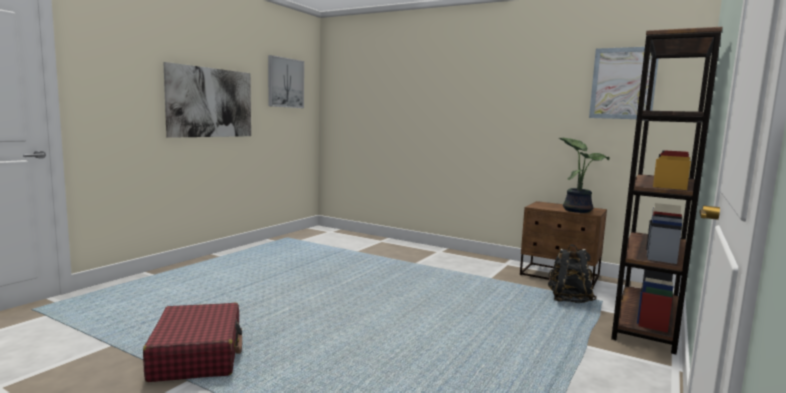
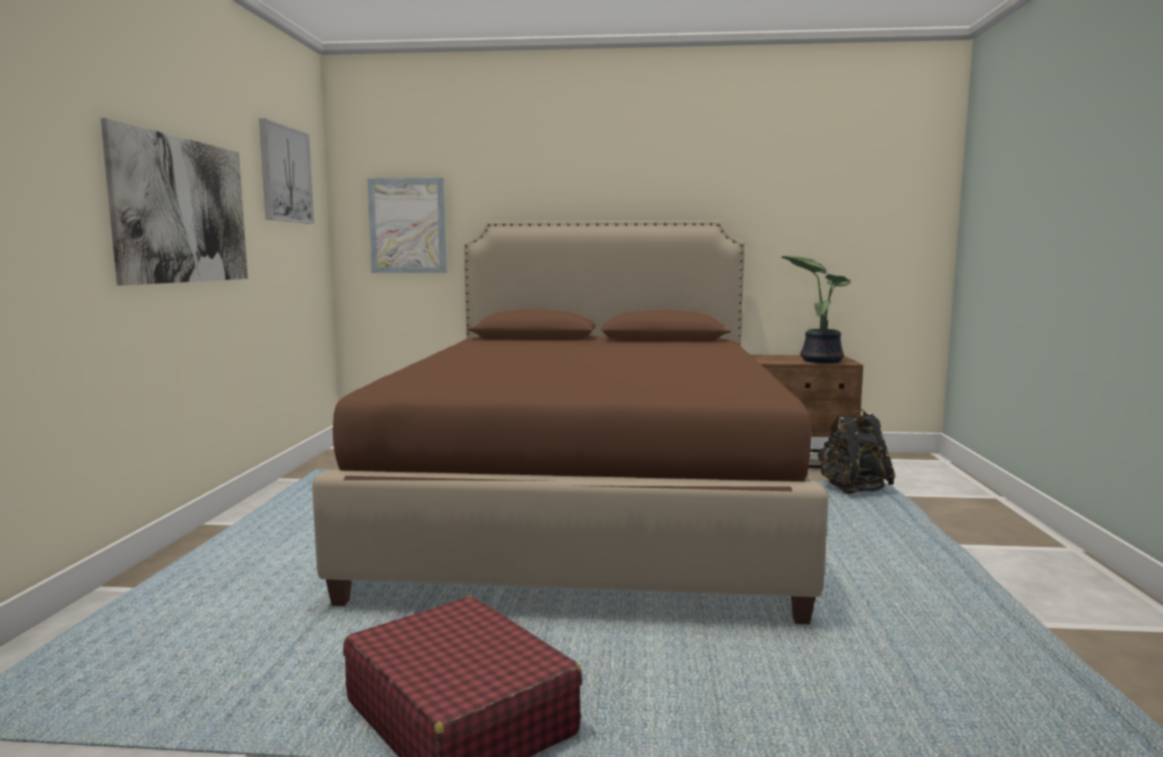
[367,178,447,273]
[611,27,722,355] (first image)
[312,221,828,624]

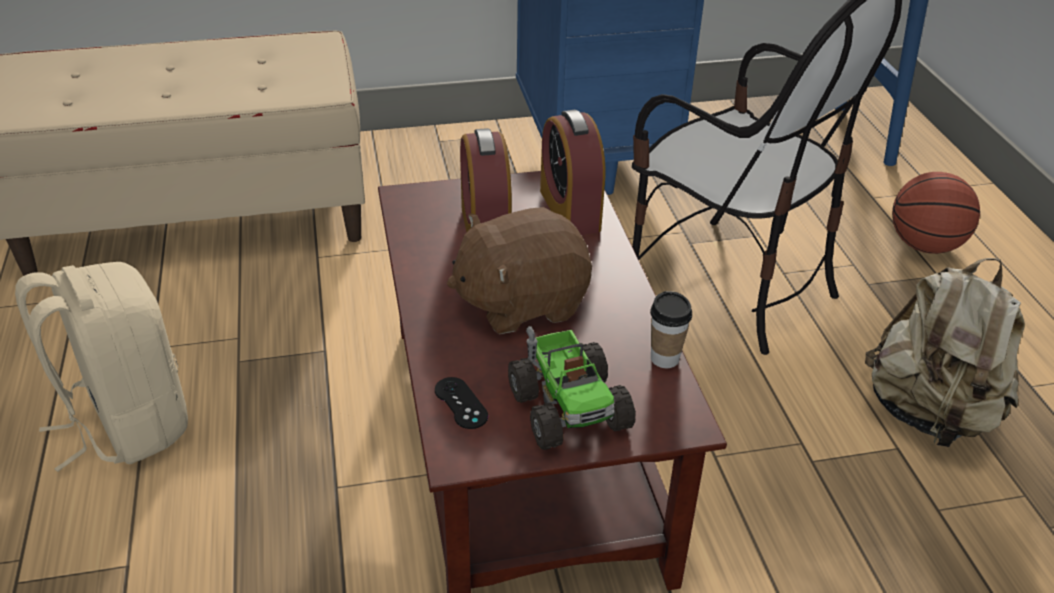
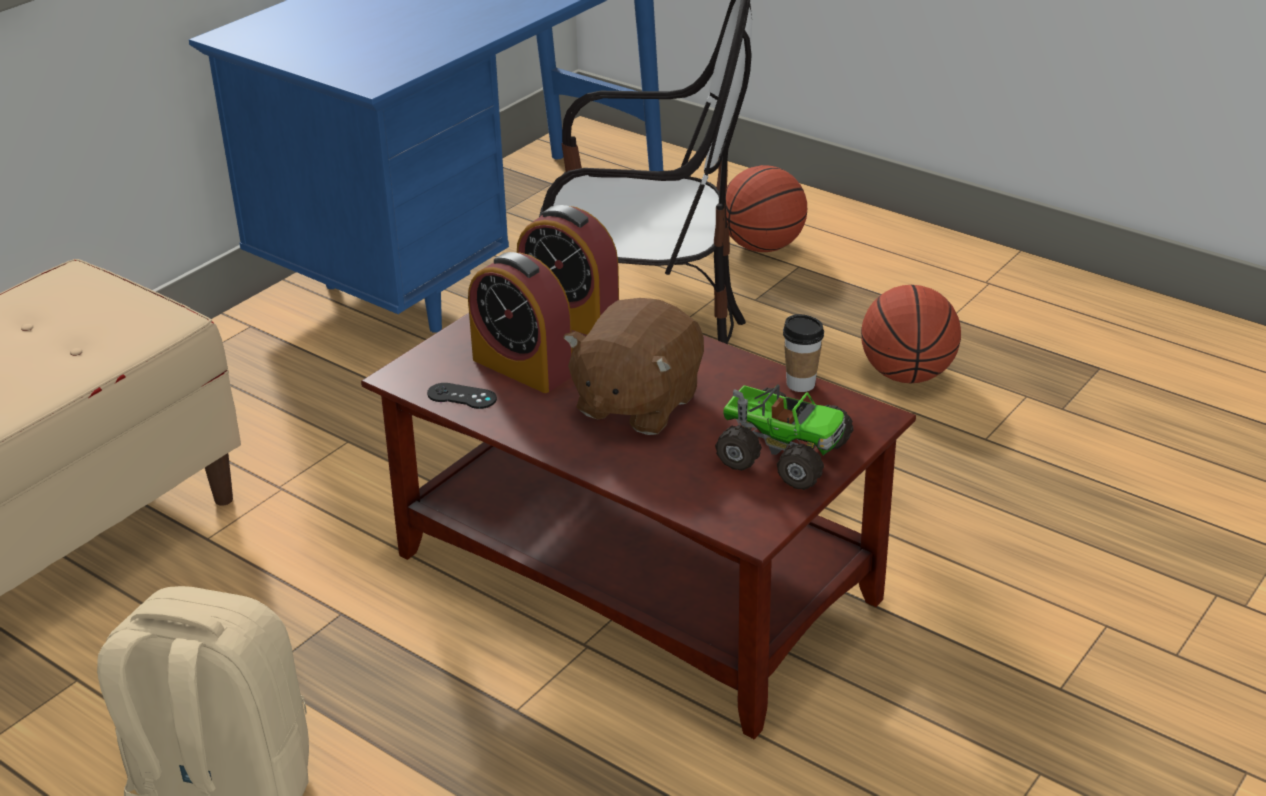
[427,383,497,409]
[861,285,961,383]

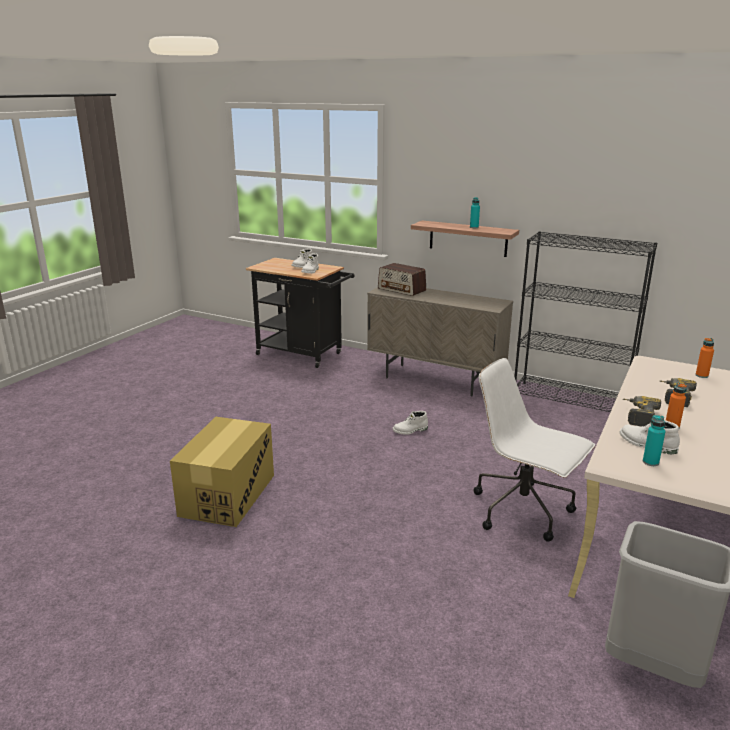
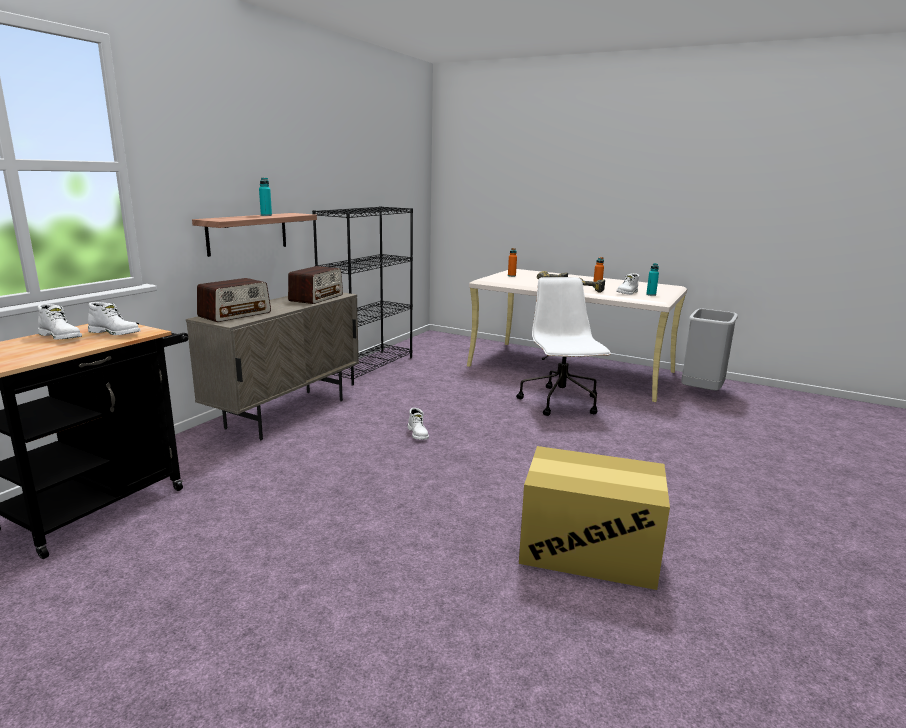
[516,277,611,416]
[288,266,343,304]

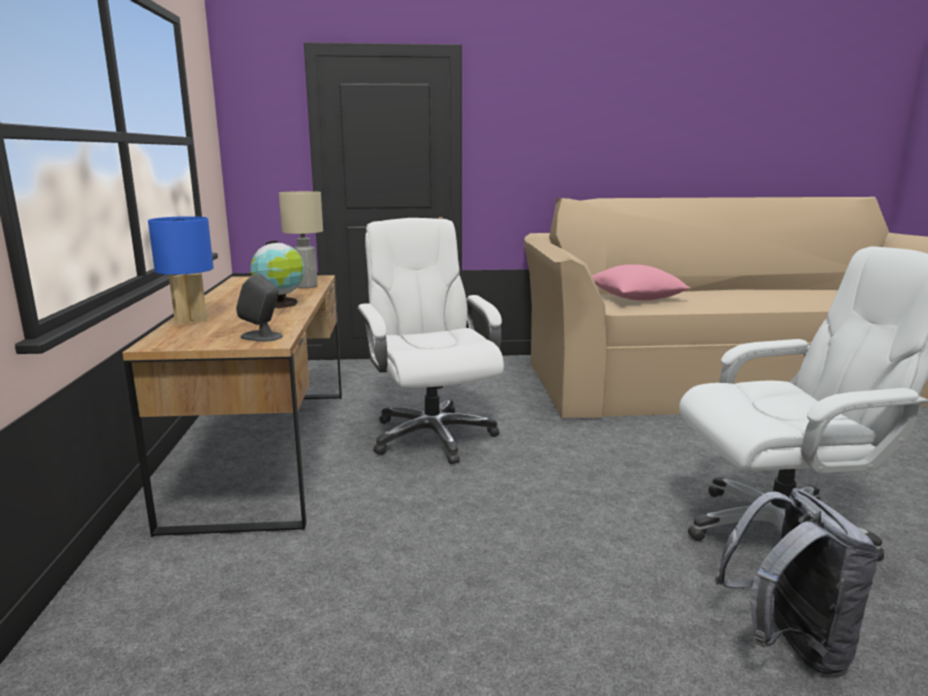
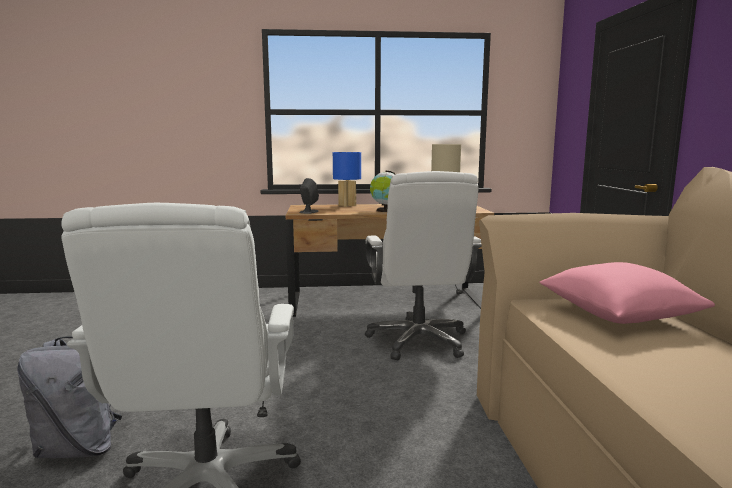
[365,171,482,360]

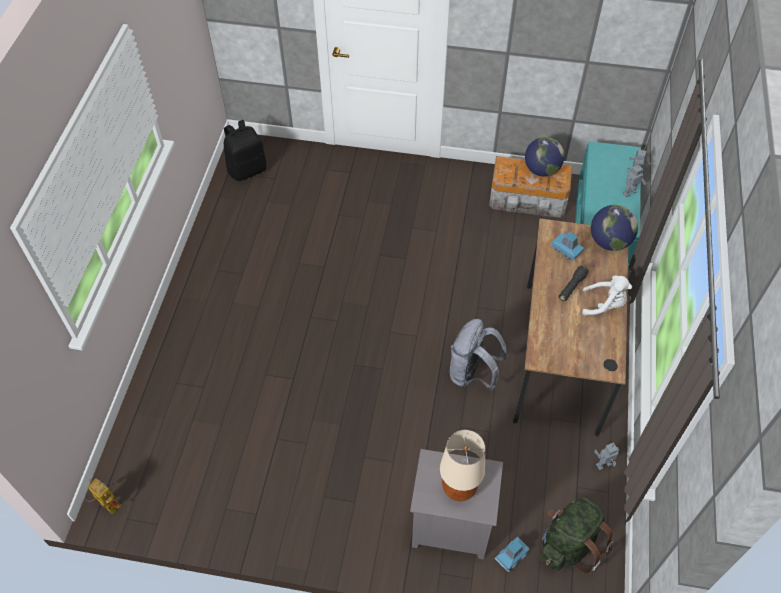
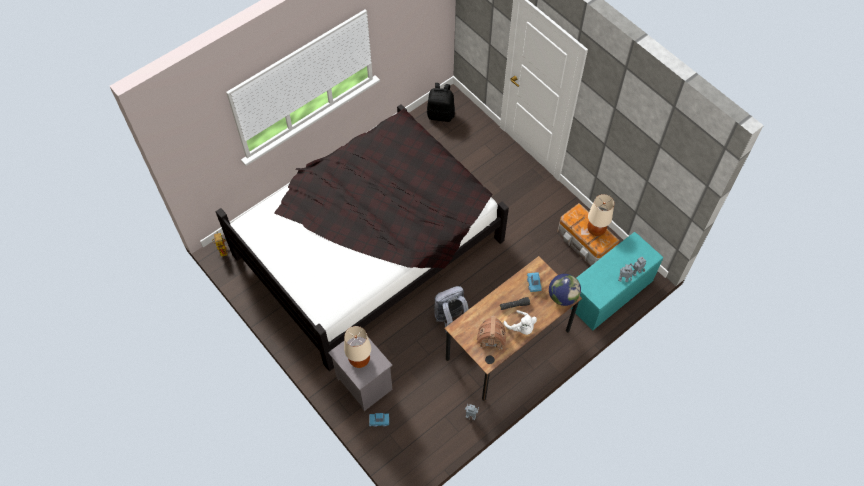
[588,194,615,236]
[540,497,614,574] (first image)
[216,104,509,371]
[477,316,506,350]

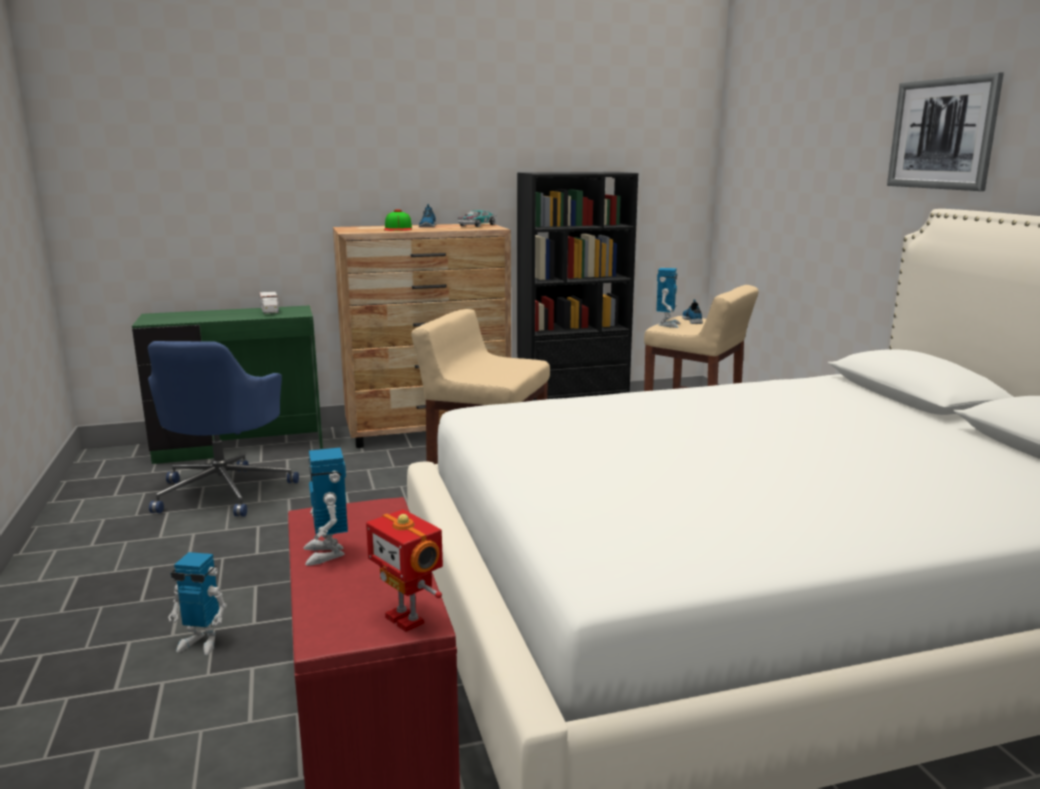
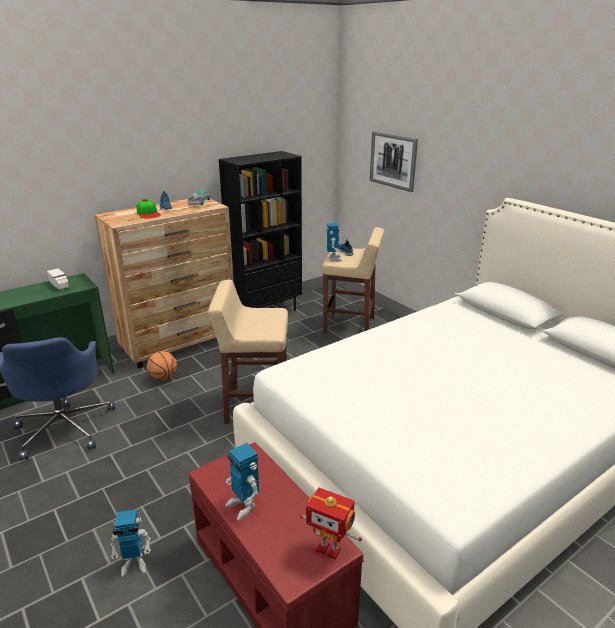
[370,131,418,192]
[147,351,177,380]

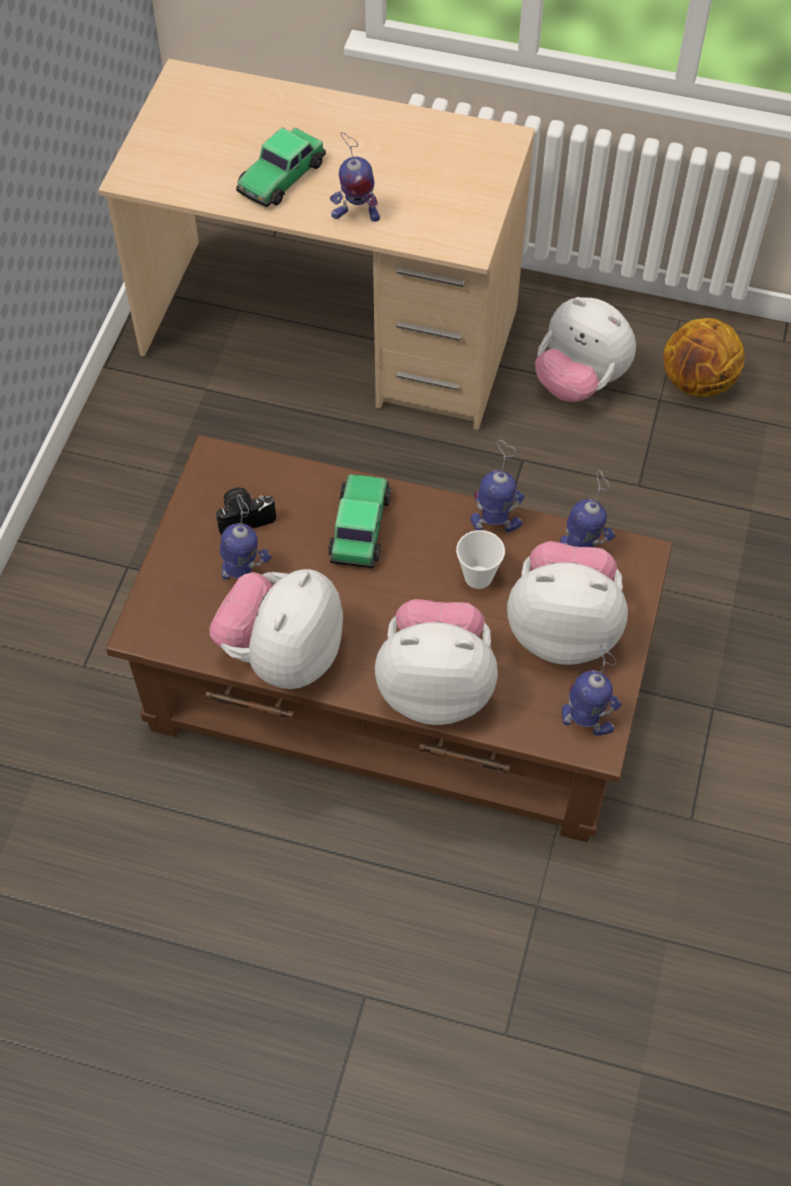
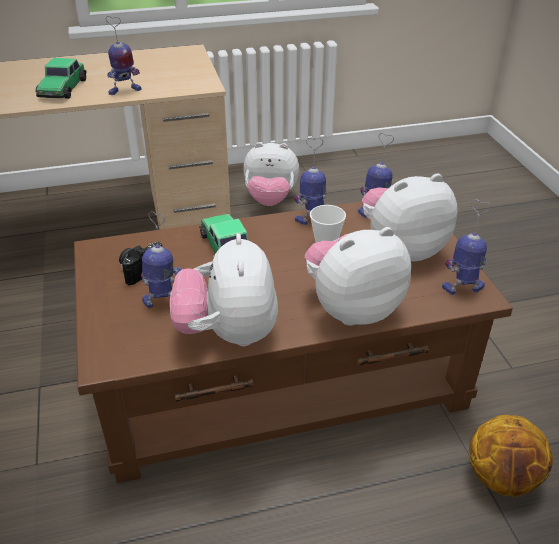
[469,415,553,497]

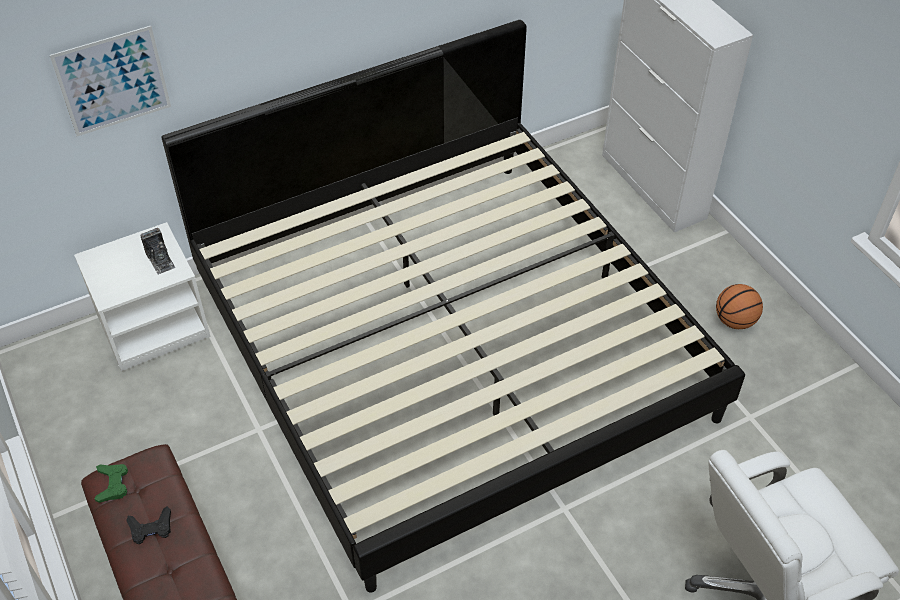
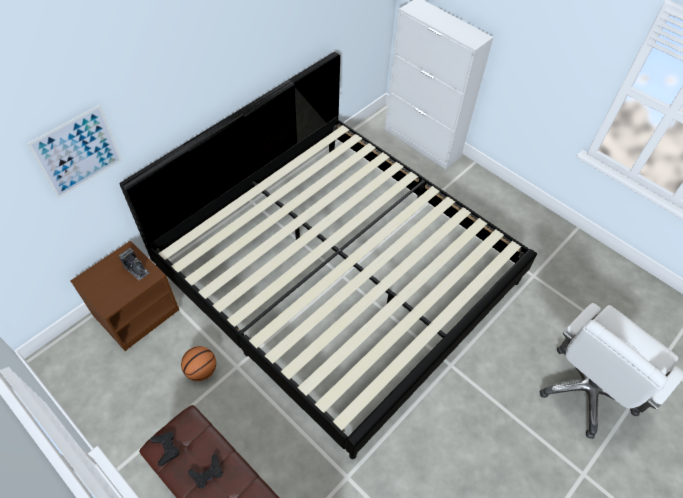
[71,241,179,351]
[150,432,179,466]
[181,346,216,381]

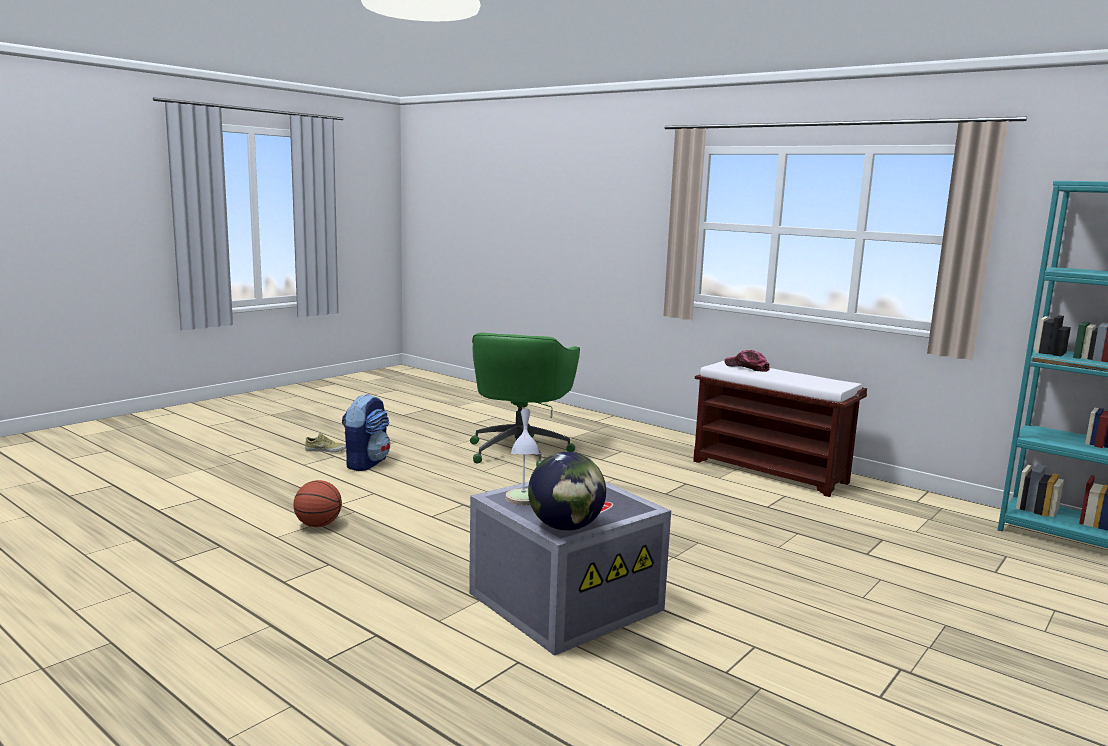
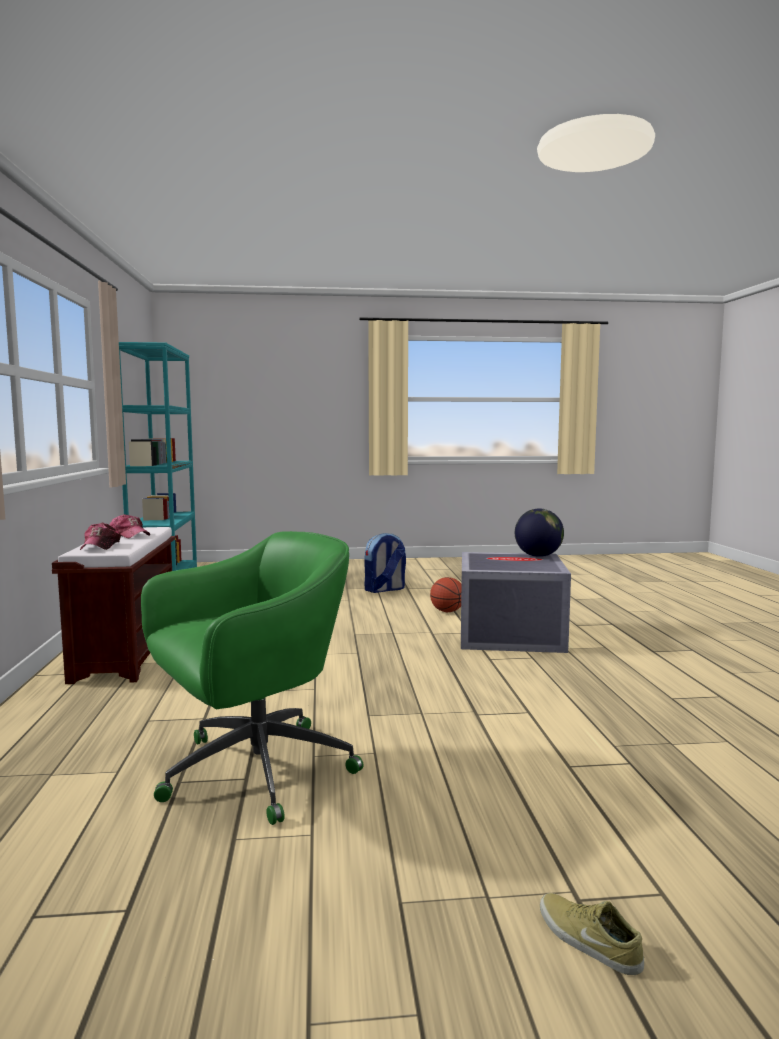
[430,577,461,612]
[364,533,406,593]
[505,409,539,505] (first image)
[109,514,150,538]

